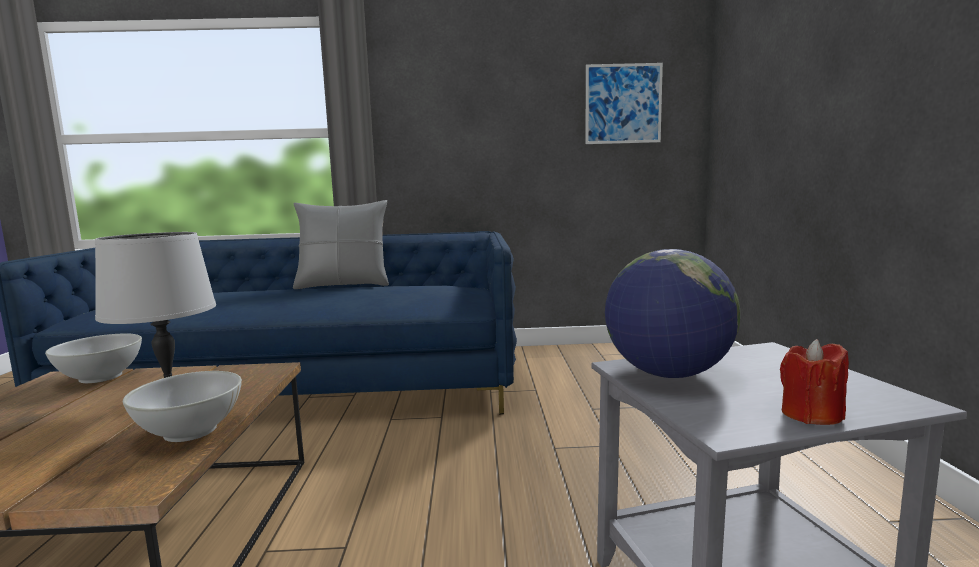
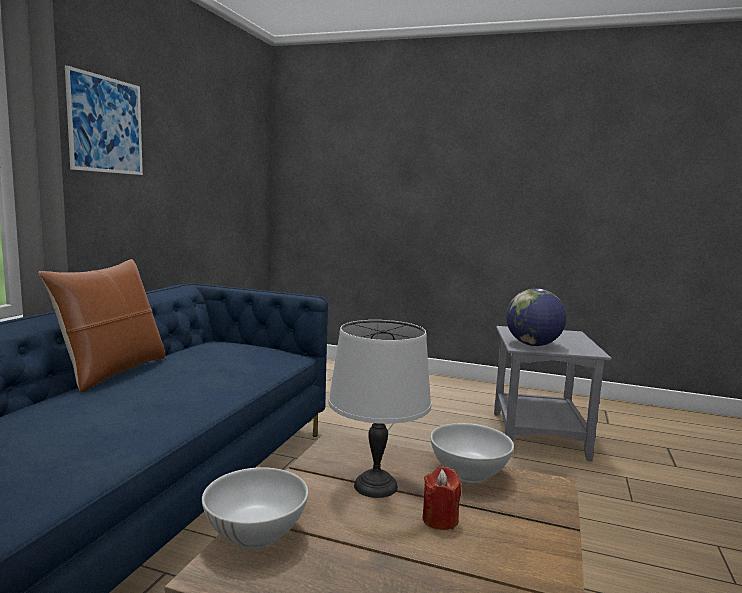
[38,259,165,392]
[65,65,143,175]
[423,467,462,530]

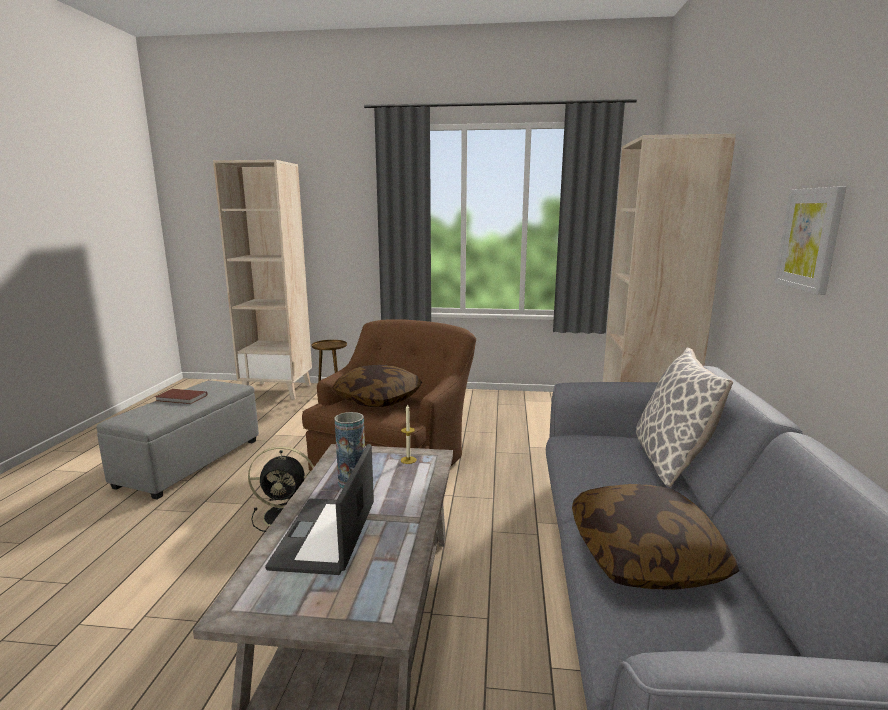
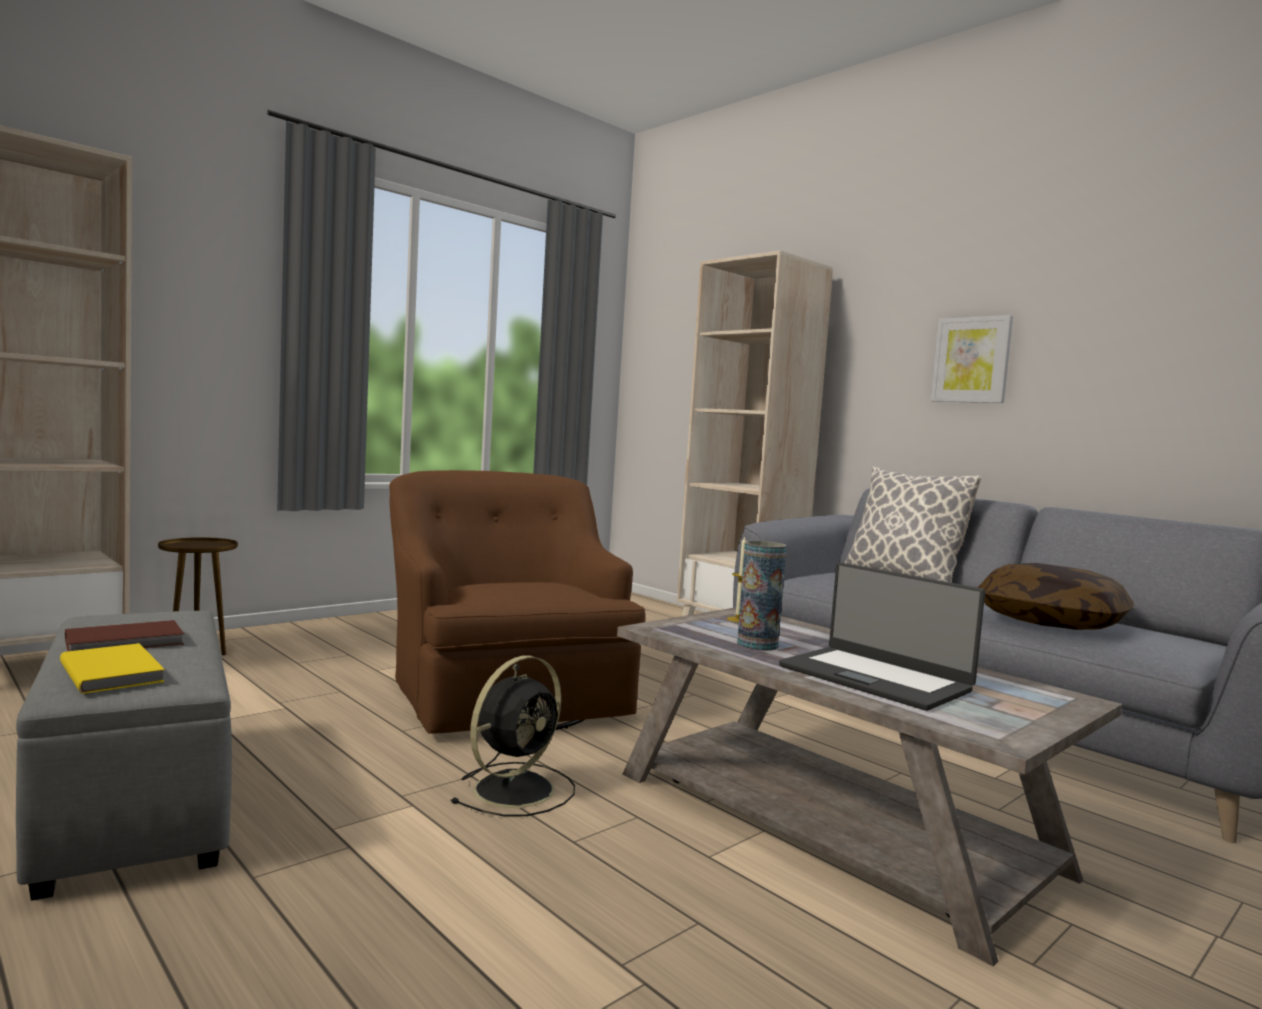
[332,365,422,407] (first image)
[60,643,165,694]

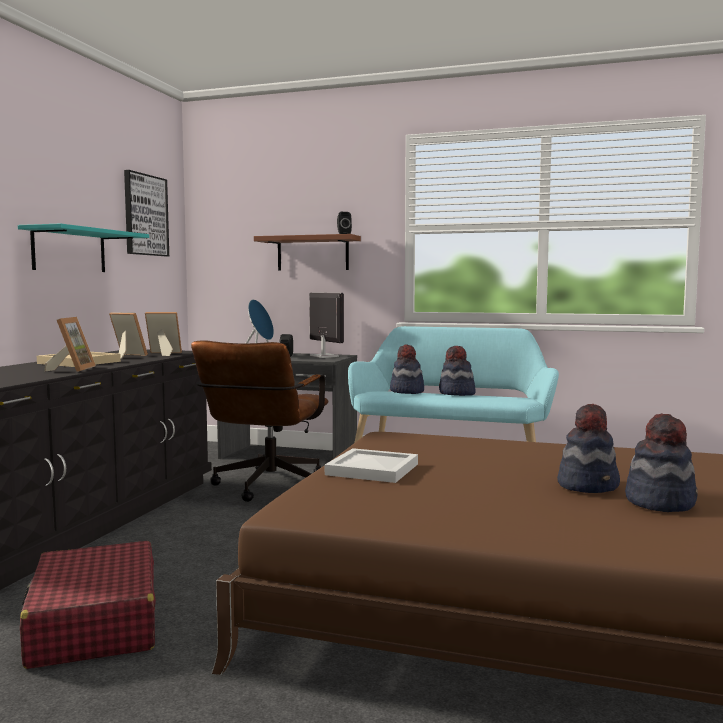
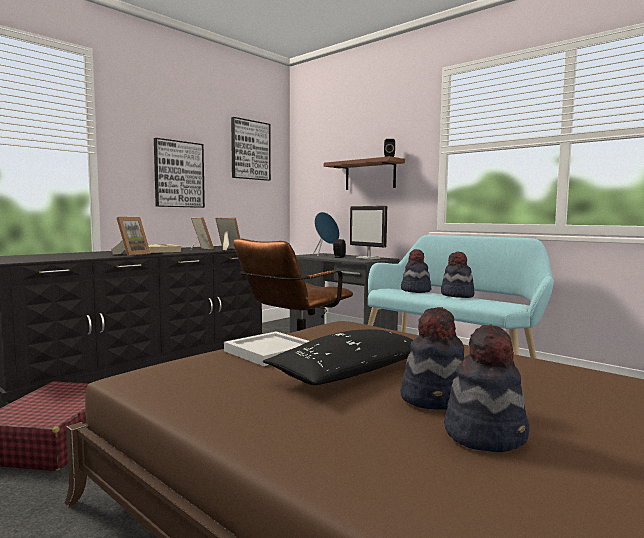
[154,138,205,208]
[350,206,387,259]
[263,329,413,385]

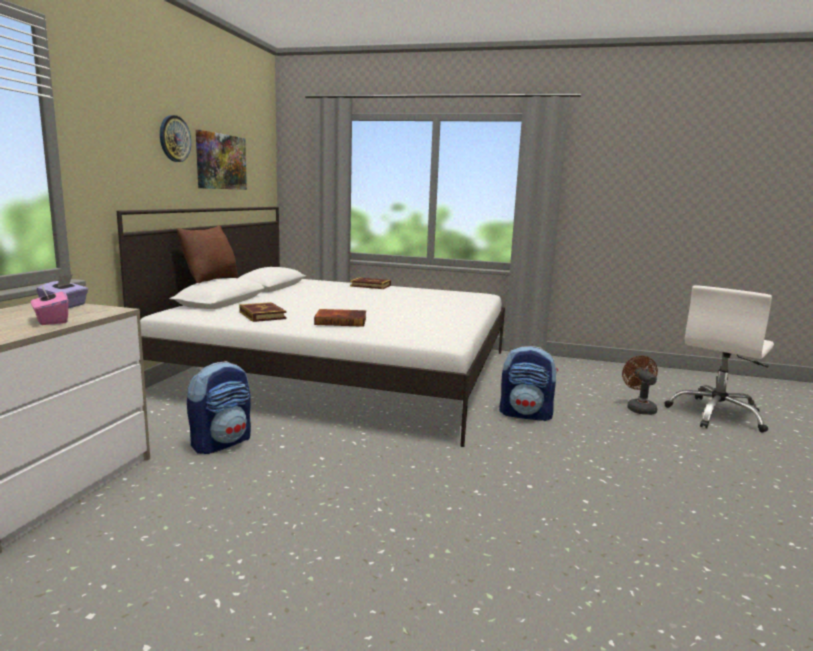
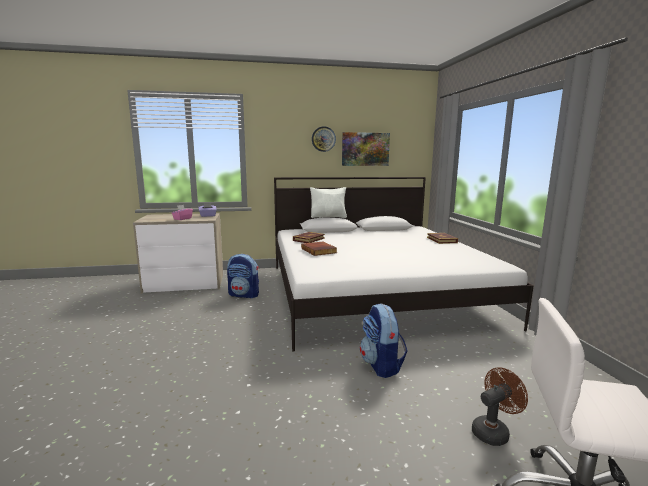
[310,187,347,218]

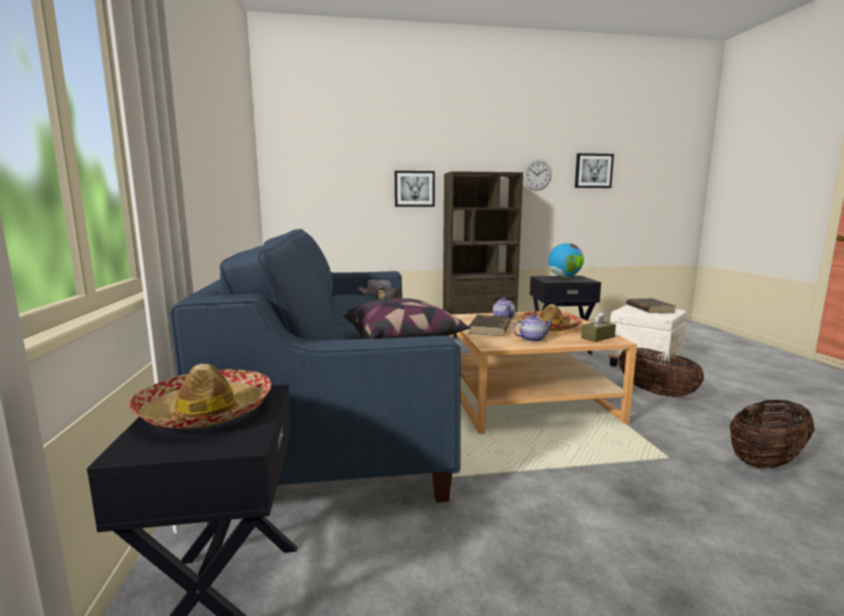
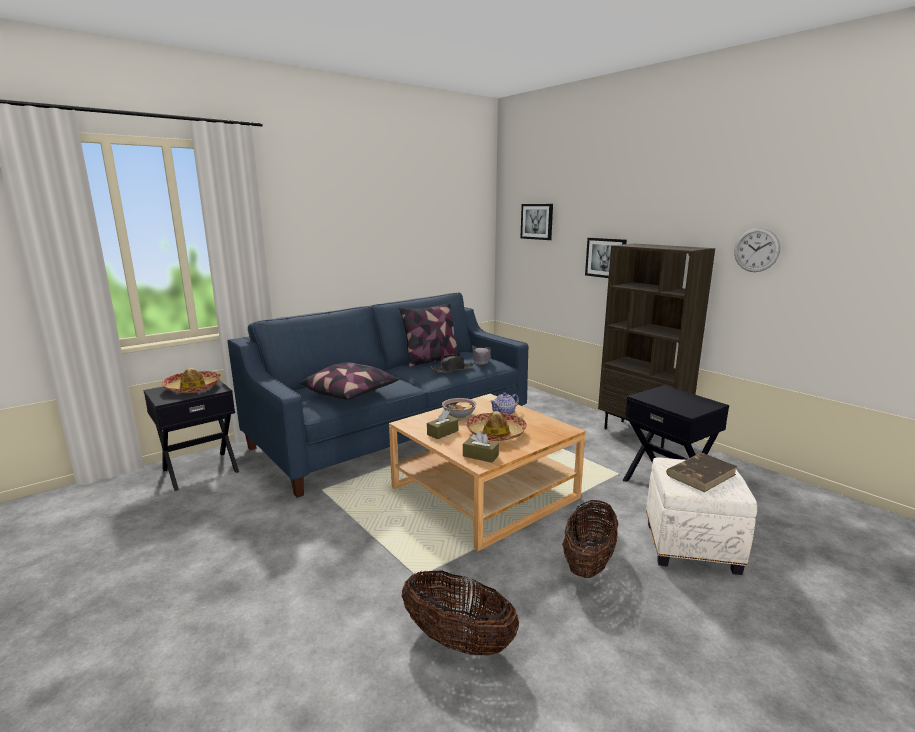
[442,398,477,418]
[427,410,459,439]
[548,243,584,278] (first image)
[520,204,553,240]
[399,303,461,367]

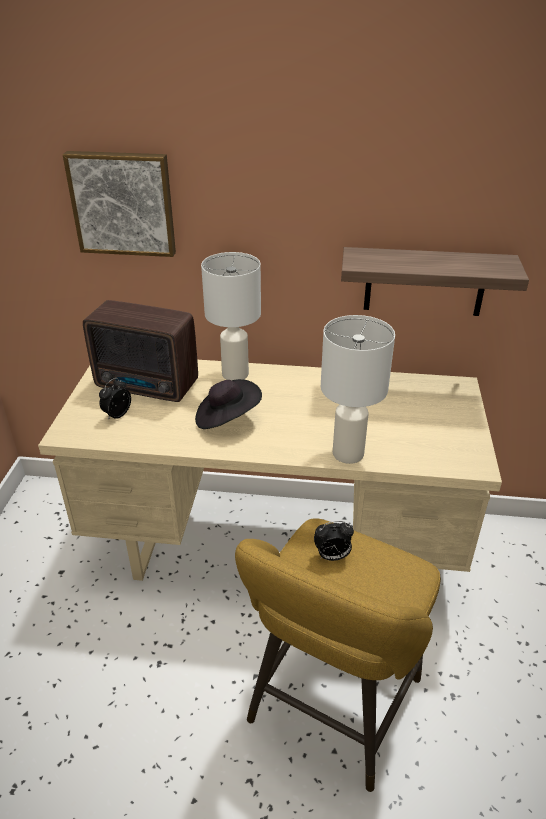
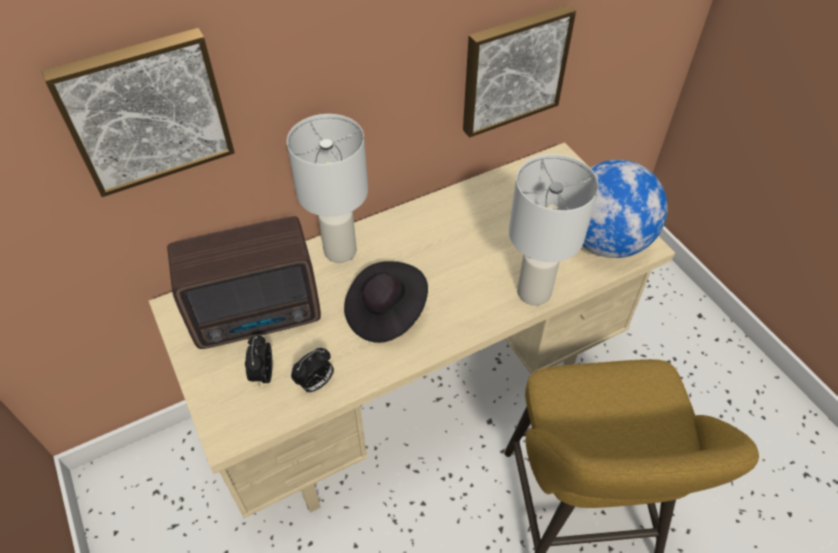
[291,348,334,392]
[463,4,576,137]
[583,160,668,258]

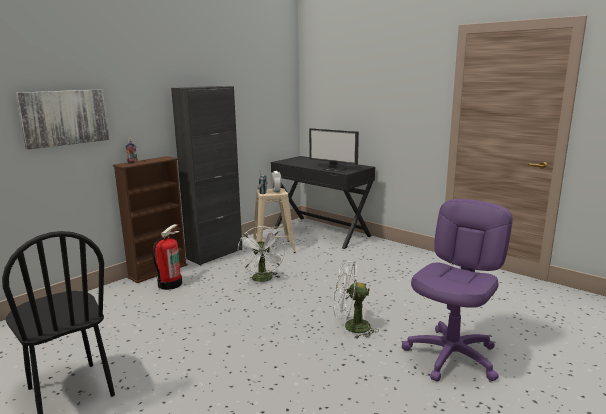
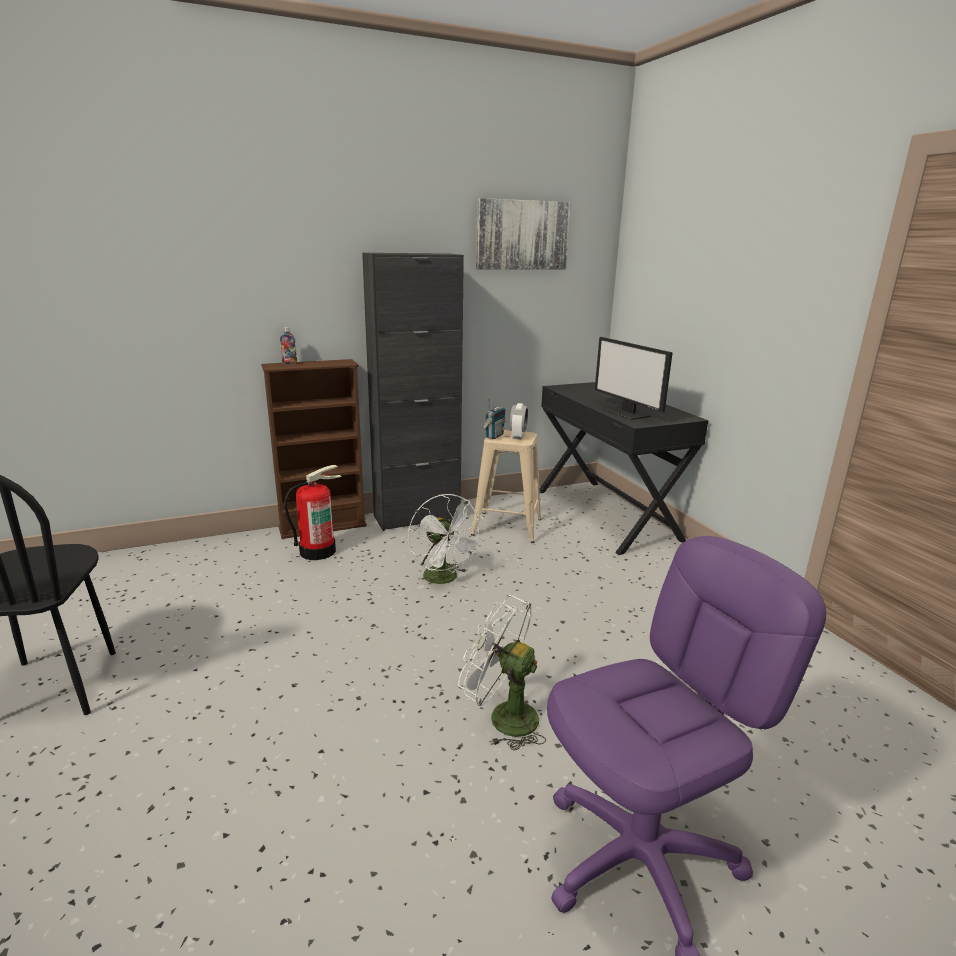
[476,198,571,270]
[408,494,484,589]

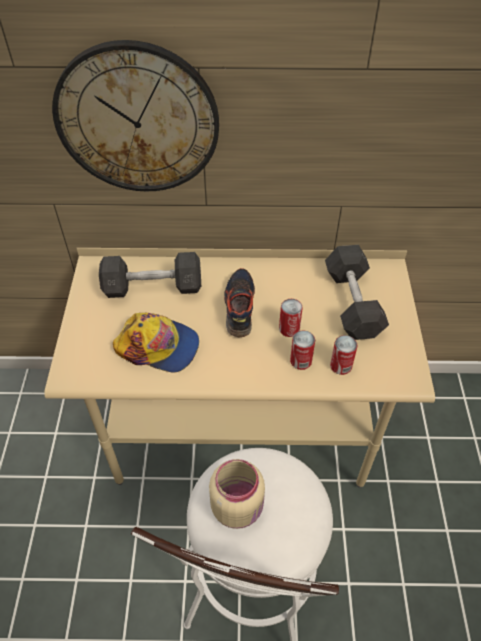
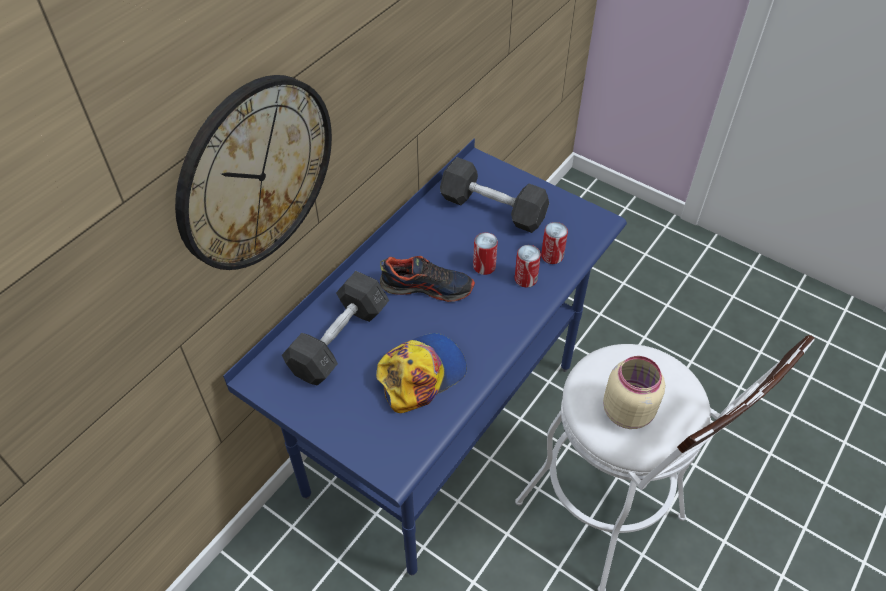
[223,139,627,576]
[380,256,475,302]

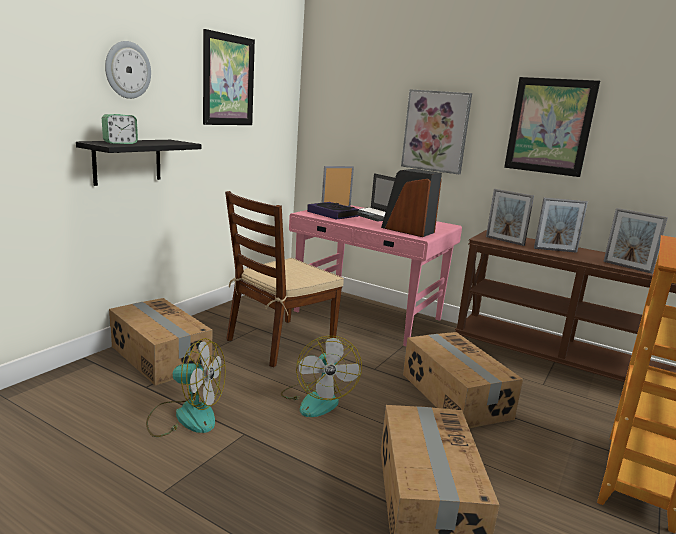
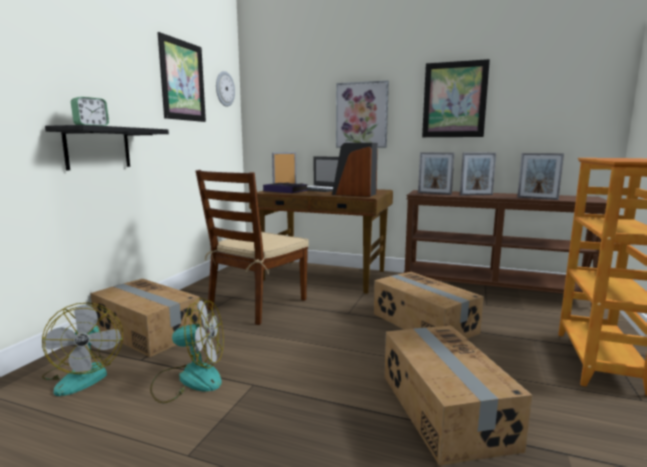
[216,71,235,107]
[42,303,123,396]
[249,189,393,294]

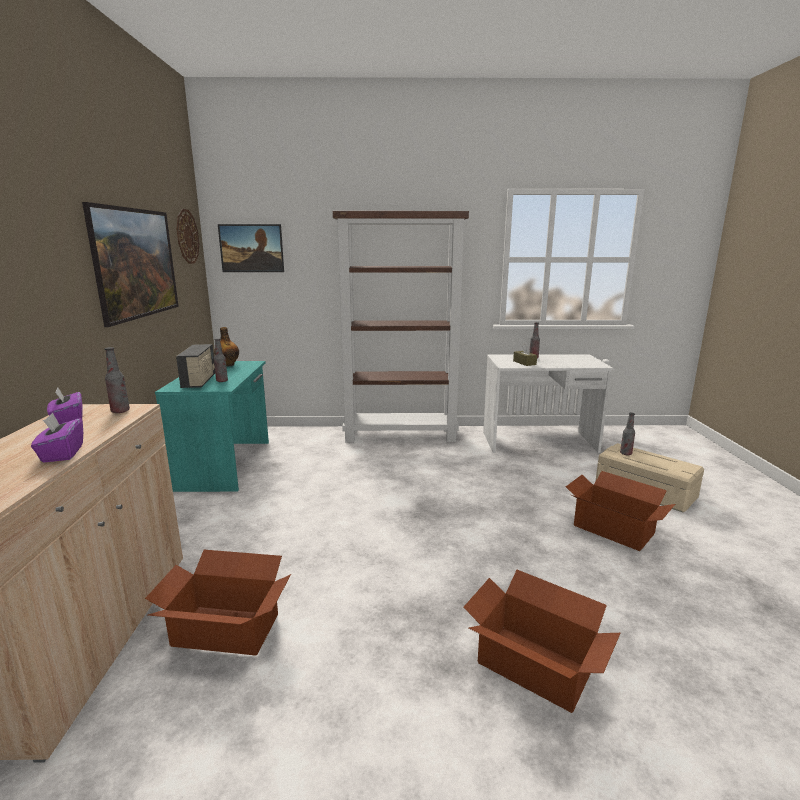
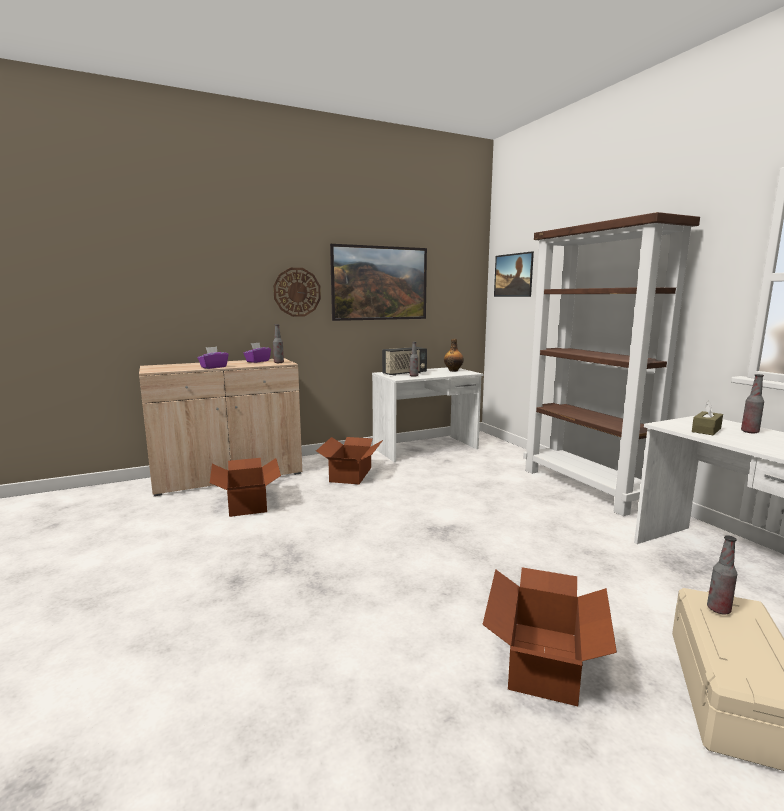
[372,367,484,462]
[273,268,321,317]
[316,437,383,484]

